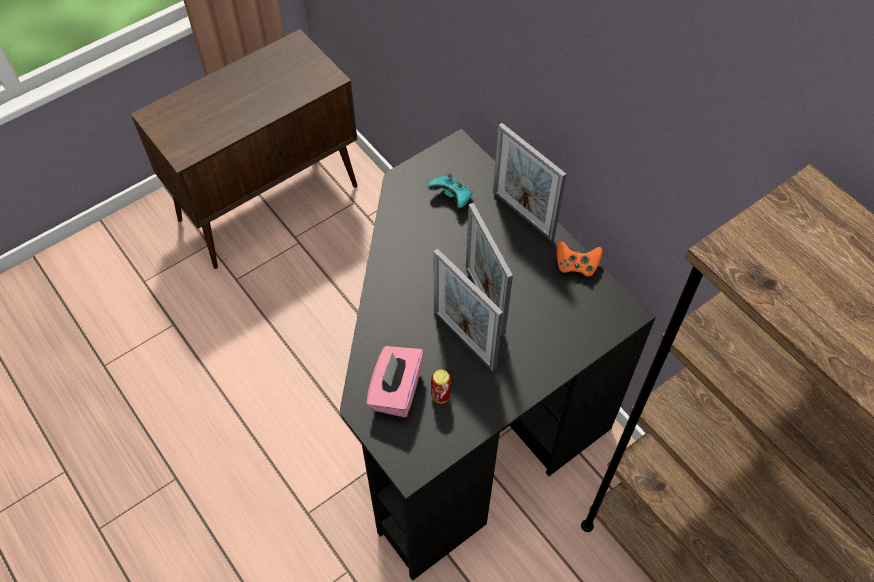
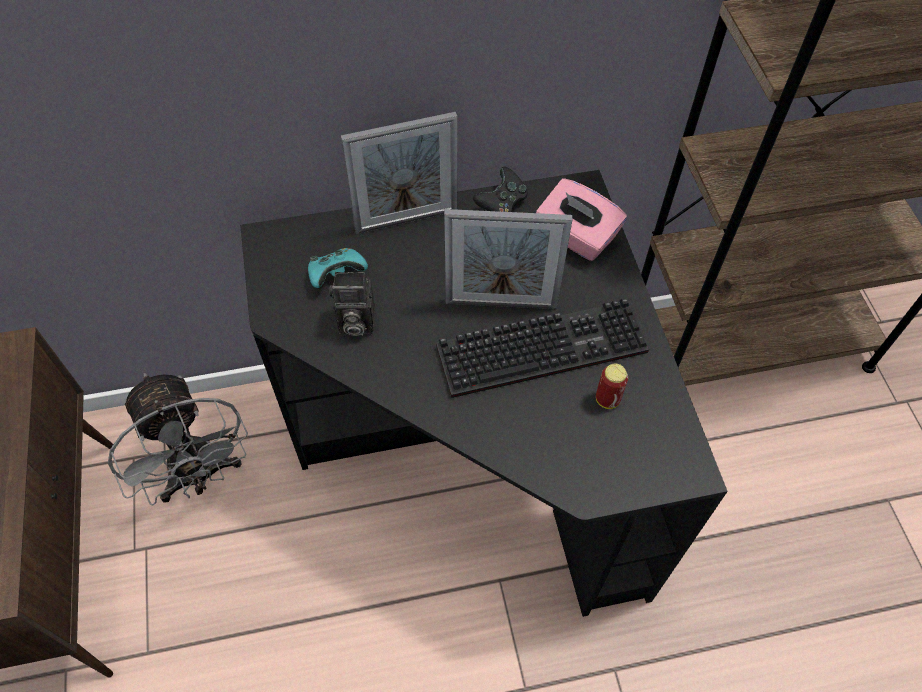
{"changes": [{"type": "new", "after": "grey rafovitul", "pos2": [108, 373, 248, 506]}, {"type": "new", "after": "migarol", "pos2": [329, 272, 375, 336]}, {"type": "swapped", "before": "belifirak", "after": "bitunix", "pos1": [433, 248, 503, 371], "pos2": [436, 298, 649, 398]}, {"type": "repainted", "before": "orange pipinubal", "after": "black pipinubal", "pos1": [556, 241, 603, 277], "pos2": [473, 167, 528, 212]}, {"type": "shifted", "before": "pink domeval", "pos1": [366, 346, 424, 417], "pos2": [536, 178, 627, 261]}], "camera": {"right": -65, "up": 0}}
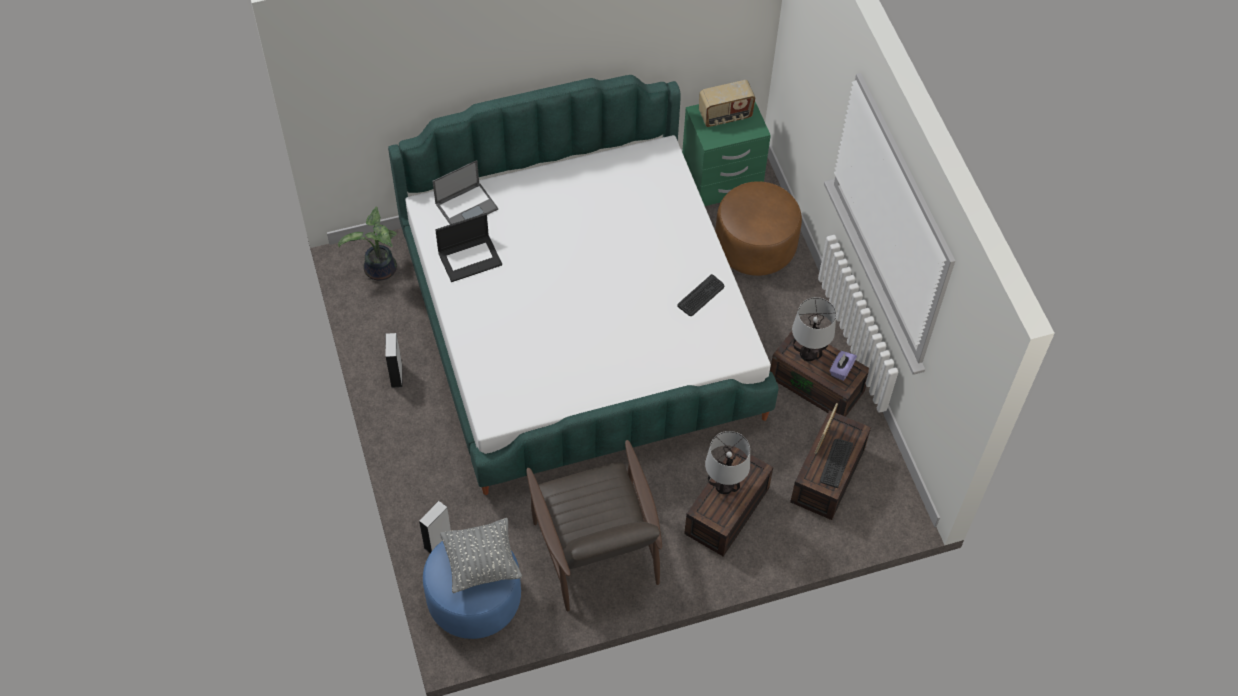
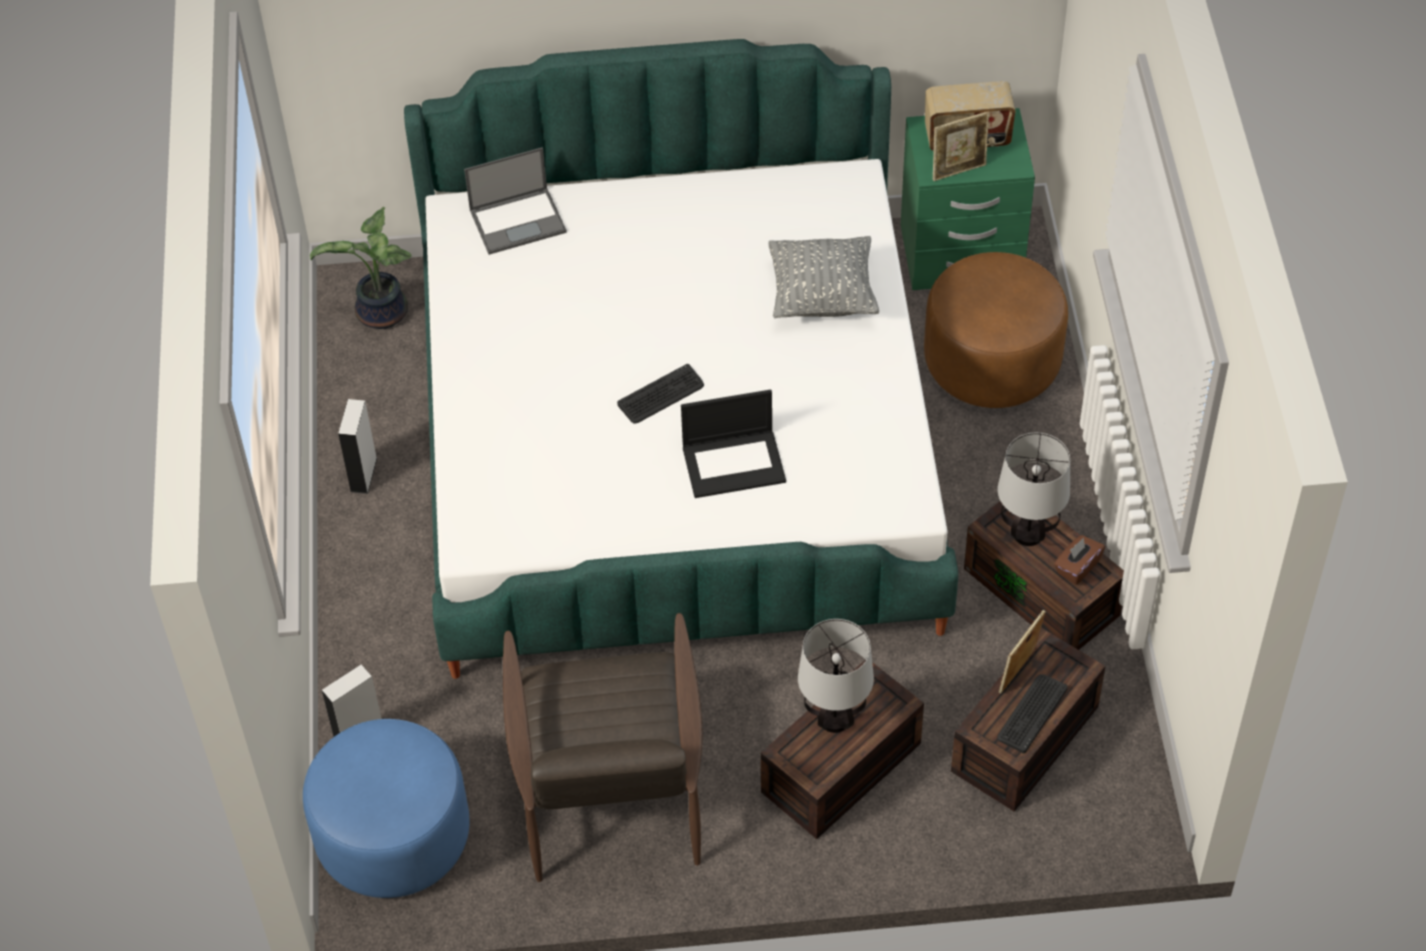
{"changes": [{"type": "shifted", "before": "bitunix", "pos1": [677, 274, 725, 316], "pos2": [617, 364, 704, 423]}, {"type": "shifted", "before": "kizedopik", "pos1": [435, 213, 502, 282], "pos2": [681, 389, 786, 498]}, {"type": "shifted", "before": "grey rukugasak", "pos1": [440, 518, 522, 593], "pos2": [769, 236, 879, 318]}, {"type": "new", "after": "belifirak", "pos2": [933, 111, 989, 181]}, {"type": "repainted", "before": "purple domeval", "after": "brown domeval", "pos1": [830, 351, 857, 381], "pos2": [1054, 535, 1105, 585]}], "camera": {"right": 15, "up": -5}}
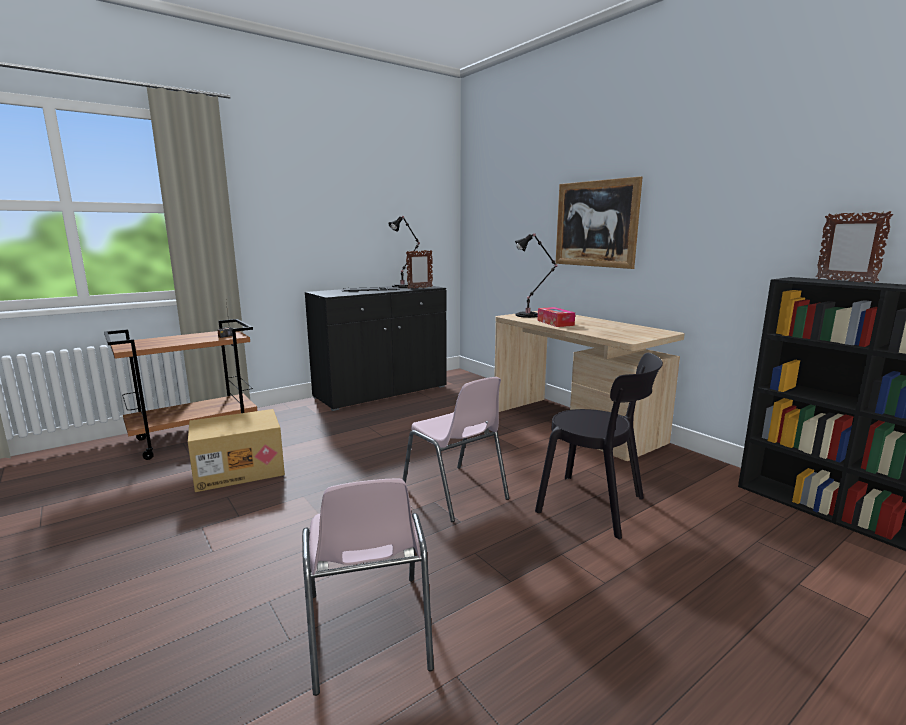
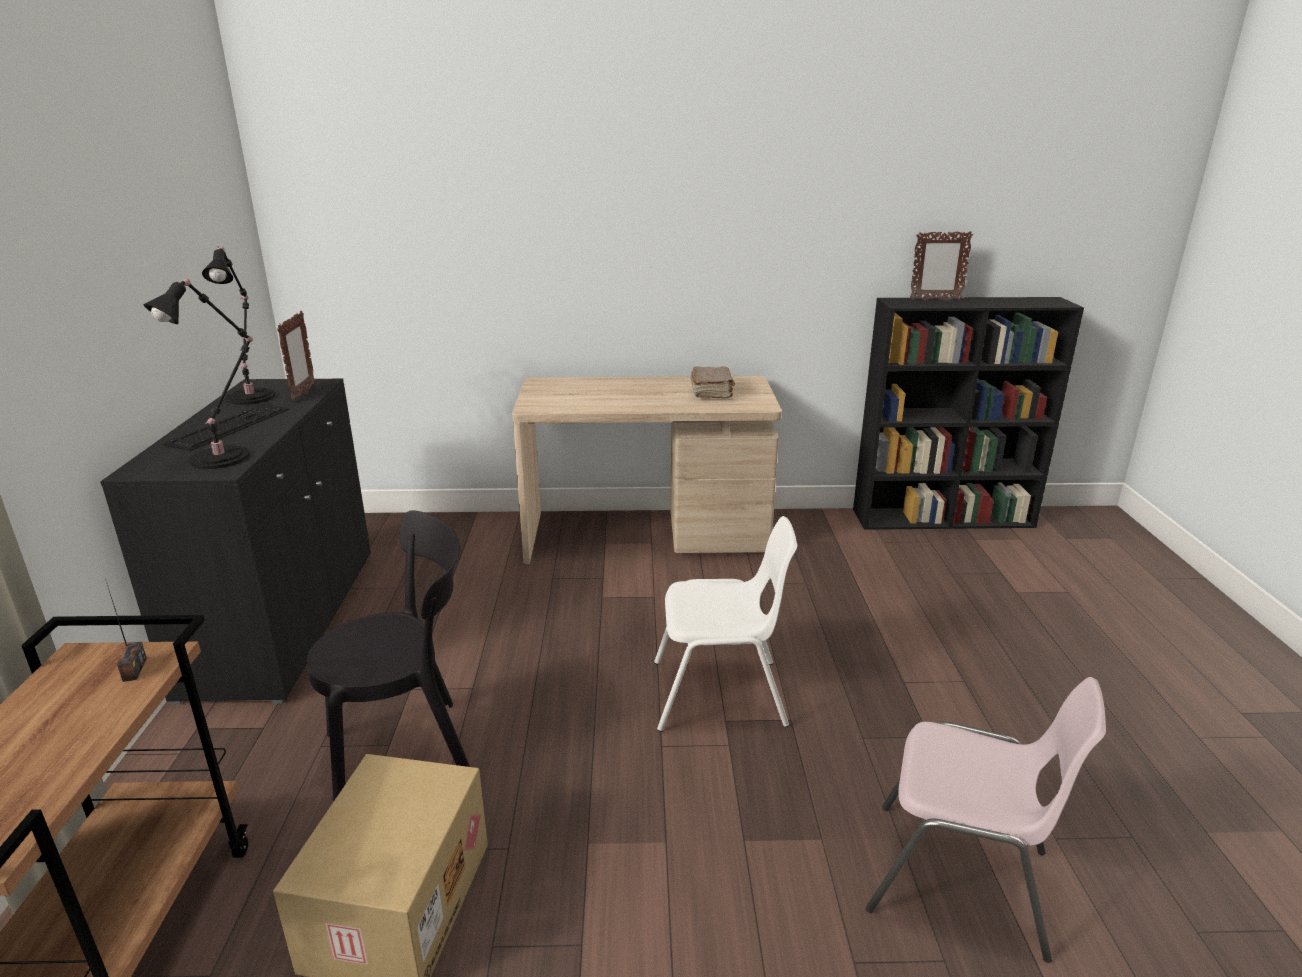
{"changes": [{"type": "shifted", "before": "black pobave", "pos1": [515, 233, 558, 318], "pos2": [143, 278, 253, 469]}, {"type": "shifted", "before": "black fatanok", "pos1": [535, 353, 663, 539], "pos2": [307, 510, 470, 802]}, {"type": "repainted", "before": "pink fatanok", "after": "white fatanok", "pos1": [402, 377, 509, 522], "pos2": [654, 516, 797, 732]}, {"type": "new", "after": "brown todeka", "pos2": [690, 366, 735, 399]}, {"type": "gone", "before": "domeval", "pos1": [537, 307, 575, 327]}, {"type": "gone", "before": "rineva", "pos1": [555, 176, 643, 269]}], "camera": {"right": -55, "up": 10}}
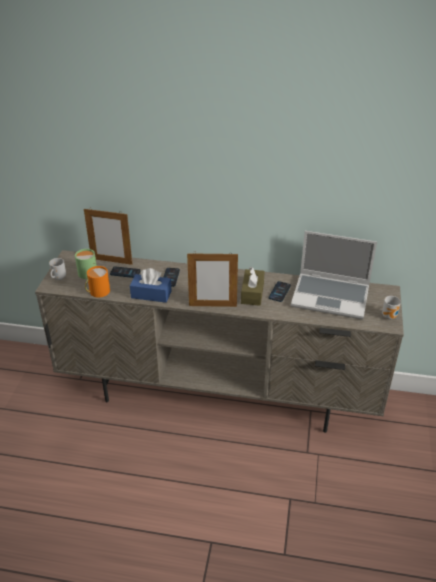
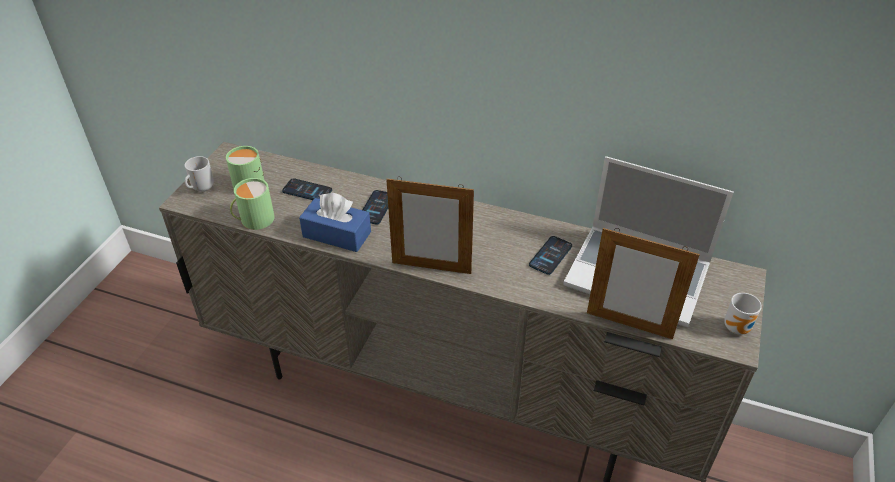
{"changes": [{"type": "repainted", "before": "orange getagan", "after": "green getagan", "pos1": [85, 266, 110, 298], "pos2": [230, 178, 275, 230]}, {"type": "shifted", "before": "belifirak", "pos1": [84, 209, 132, 265], "pos2": [587, 228, 700, 339]}, {"type": "gone", "before": "brown domeval", "pos1": [241, 267, 265, 306]}], "camera": {"right": 10, "up": 5}}
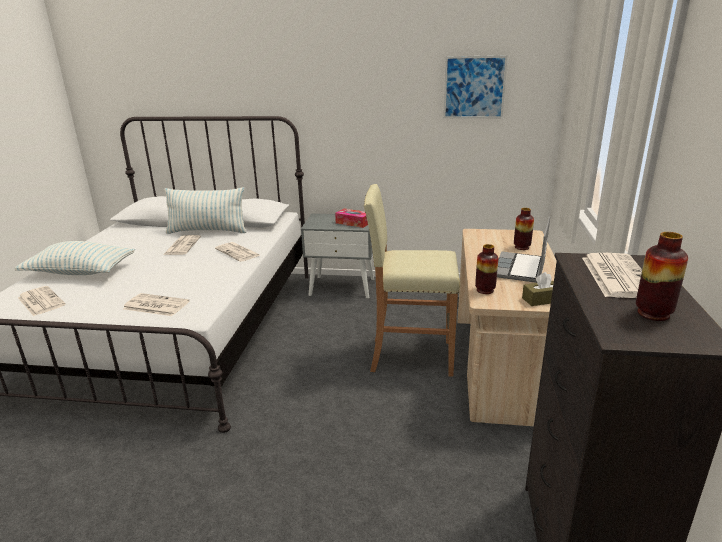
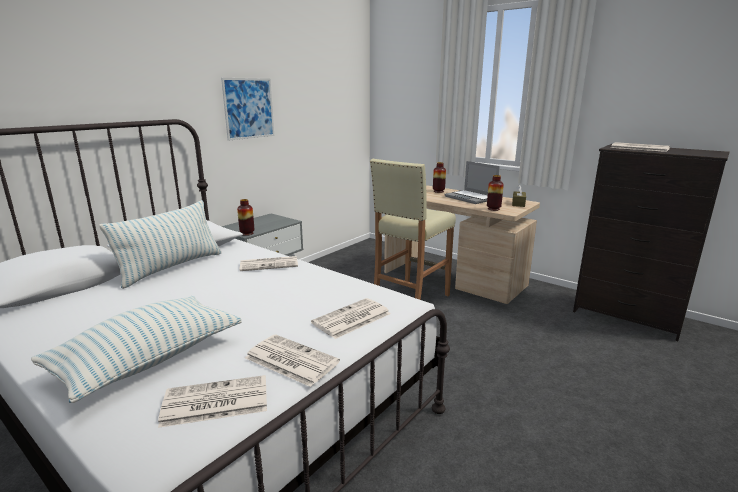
{"changes": [{"type": "shifted", "before": "rineva", "pos1": [443, 55, 508, 119], "pos2": [221, 78, 274, 141]}, {"type": "shifted", "before": "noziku", "pos1": [636, 232, 688, 321], "pos2": [237, 199, 254, 236]}, {"type": "shifted", "before": "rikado", "pos1": [163, 235, 201, 255], "pos2": [245, 334, 340, 387]}, {"type": "gone", "before": "domeval", "pos1": [335, 209, 368, 228]}], "camera": {"right": -60, "up": -5}}
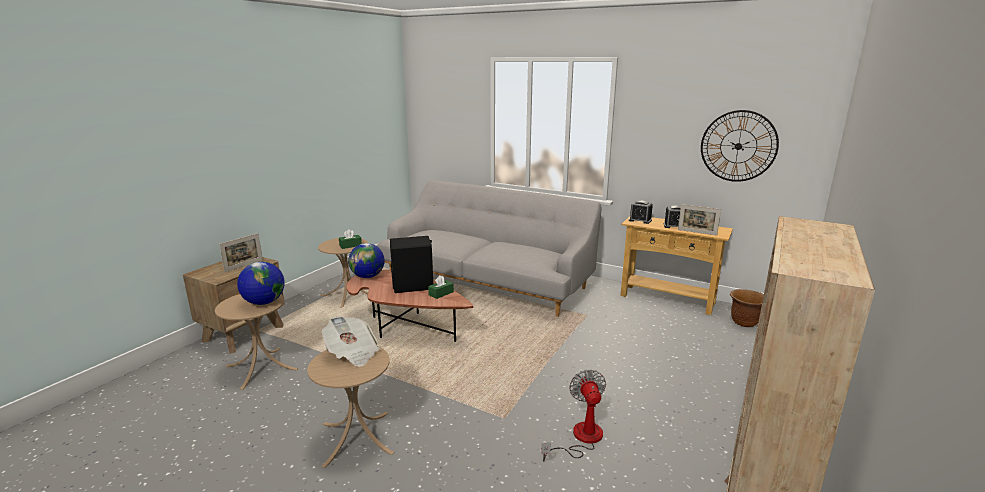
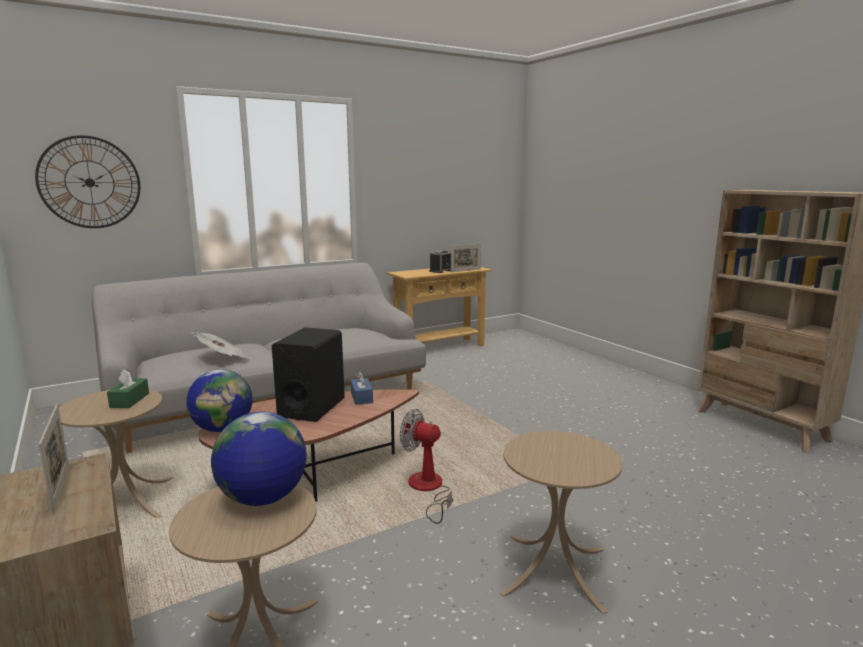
{"changes": [{"type": "shifted", "before": "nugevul", "pos1": [701, 110, 779, 182], "pos2": [35, 135, 140, 228]}, {"type": "shifted", "before": "rikado", "pos1": [322, 316, 380, 367], "pos2": [191, 332, 249, 358]}, {"type": "repainted", "before": "green domeval", "after": "blue domeval", "pos1": [428, 275, 454, 299], "pos2": [351, 371, 373, 405]}, {"type": "shifted", "before": "rafovitul", "pos1": [541, 369, 606, 462], "pos2": [400, 409, 453, 524]}, {"type": "gone", "before": "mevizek", "pos1": [629, 201, 653, 224]}, {"type": "gone", "before": "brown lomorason", "pos1": [730, 289, 764, 327]}], "camera": {"right": -60, "up": -5}}
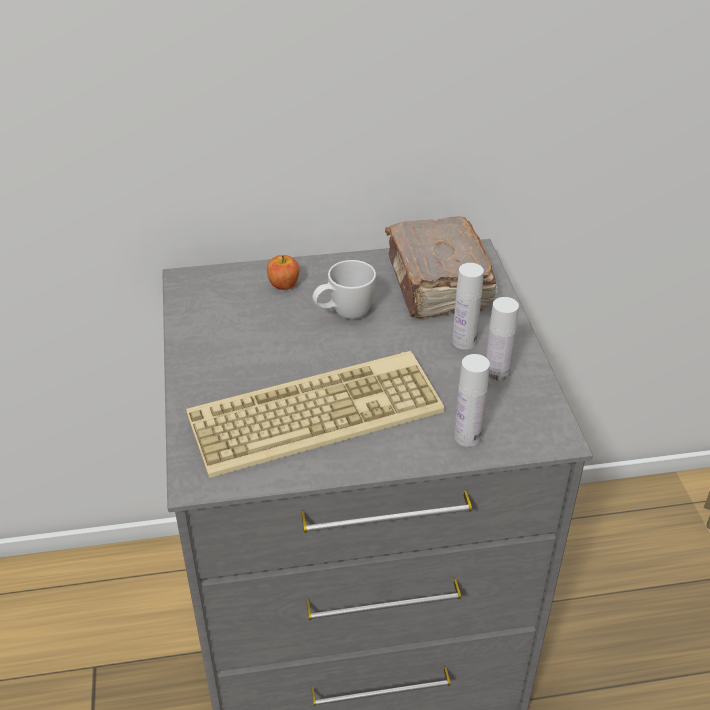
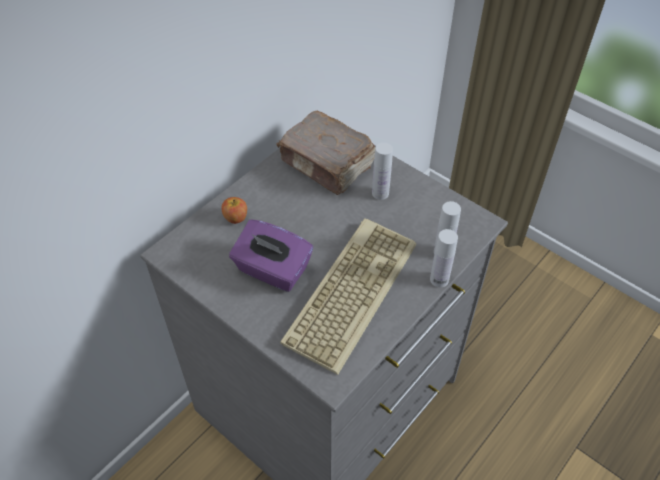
{"changes": [{"type": "new", "after": "purple domeval", "pos2": [229, 219, 313, 292]}, {"type": "shifted", "before": "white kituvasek", "pos1": [486, 297, 519, 386], "pos2": [430, 229, 458, 287]}, {"type": "gone", "before": "white getagan", "pos1": [313, 260, 376, 319]}], "camera": {"right": -40, "up": 10}}
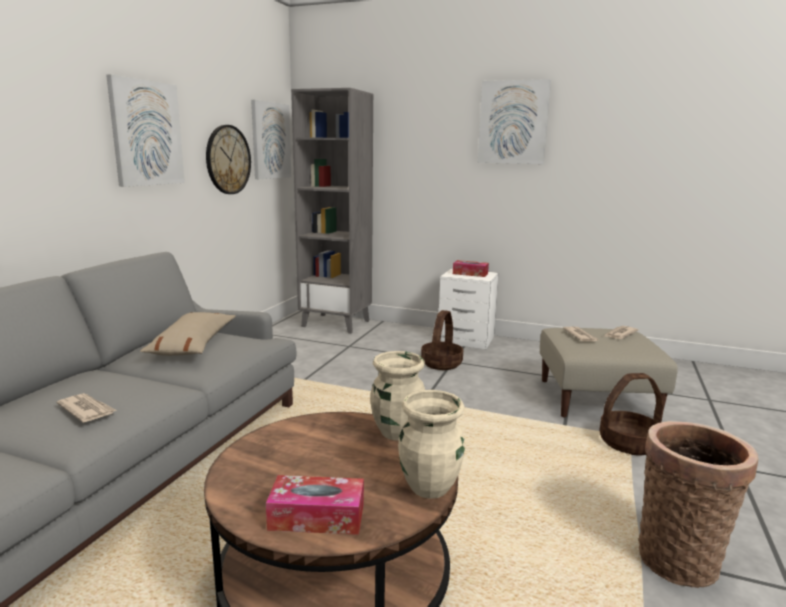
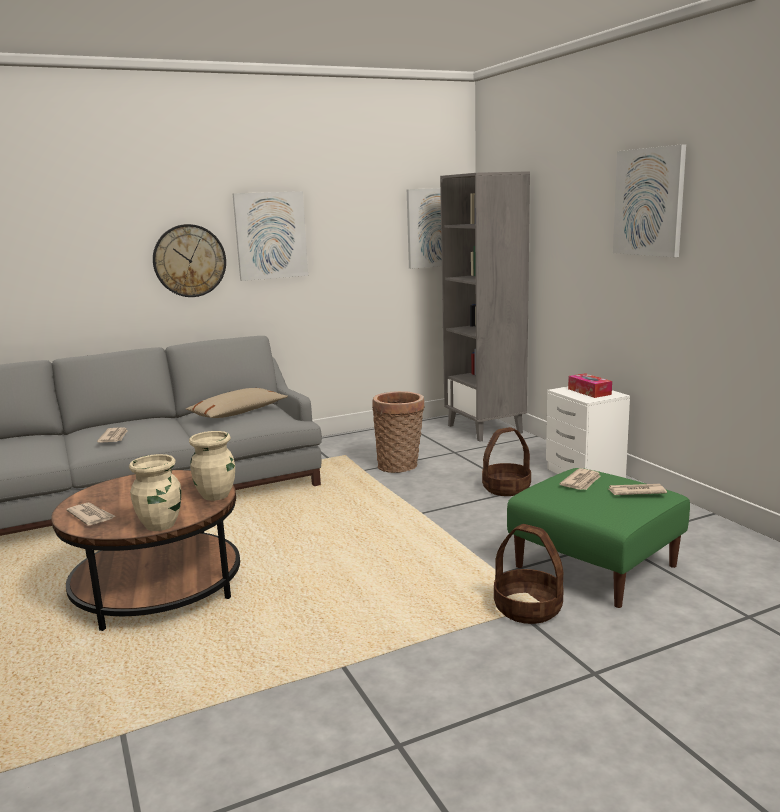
{"changes": [{"type": "swapped", "before": "domeval", "after": "rikado", "pos1": [266, 475, 364, 535], "pos2": [66, 502, 116, 526]}, {"type": "shifted", "before": "nugevul", "pos1": [206, 125, 251, 194], "pos2": [153, 224, 226, 297]}, {"type": "shifted", "before": "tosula", "pos1": [638, 421, 758, 588], "pos2": [372, 391, 425, 473]}, {"type": "repainted", "before": "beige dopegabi", "after": "green dopegabi", "pos1": [540, 328, 678, 418], "pos2": [507, 468, 690, 608]}], "camera": {"right": 45, "up": 0}}
